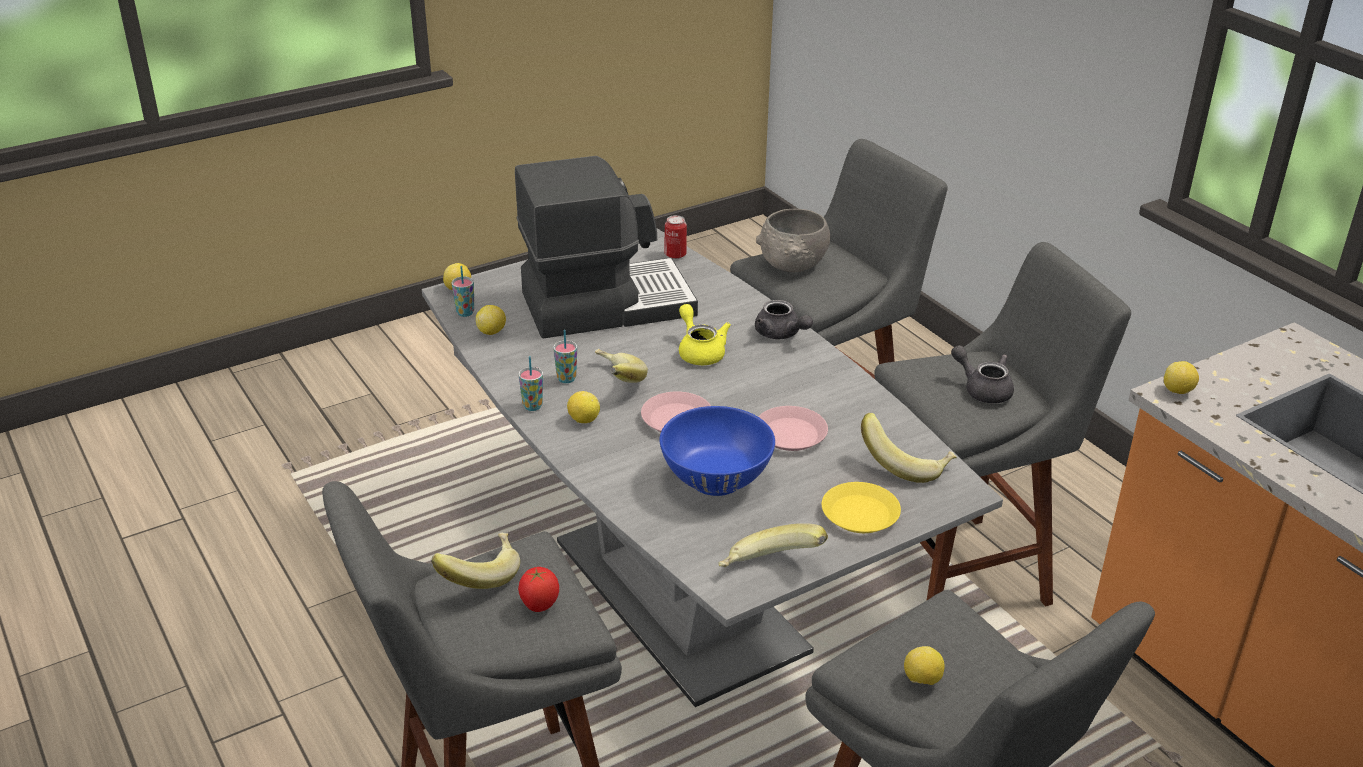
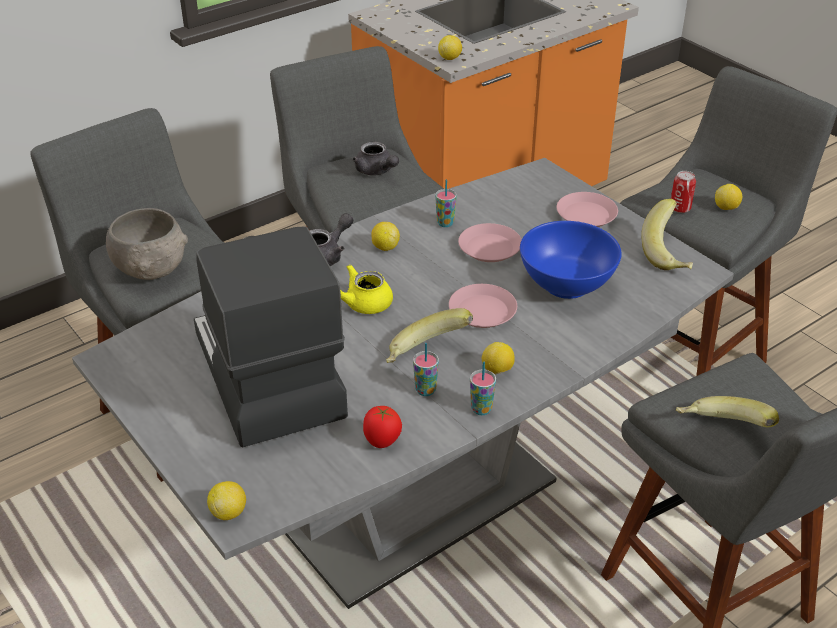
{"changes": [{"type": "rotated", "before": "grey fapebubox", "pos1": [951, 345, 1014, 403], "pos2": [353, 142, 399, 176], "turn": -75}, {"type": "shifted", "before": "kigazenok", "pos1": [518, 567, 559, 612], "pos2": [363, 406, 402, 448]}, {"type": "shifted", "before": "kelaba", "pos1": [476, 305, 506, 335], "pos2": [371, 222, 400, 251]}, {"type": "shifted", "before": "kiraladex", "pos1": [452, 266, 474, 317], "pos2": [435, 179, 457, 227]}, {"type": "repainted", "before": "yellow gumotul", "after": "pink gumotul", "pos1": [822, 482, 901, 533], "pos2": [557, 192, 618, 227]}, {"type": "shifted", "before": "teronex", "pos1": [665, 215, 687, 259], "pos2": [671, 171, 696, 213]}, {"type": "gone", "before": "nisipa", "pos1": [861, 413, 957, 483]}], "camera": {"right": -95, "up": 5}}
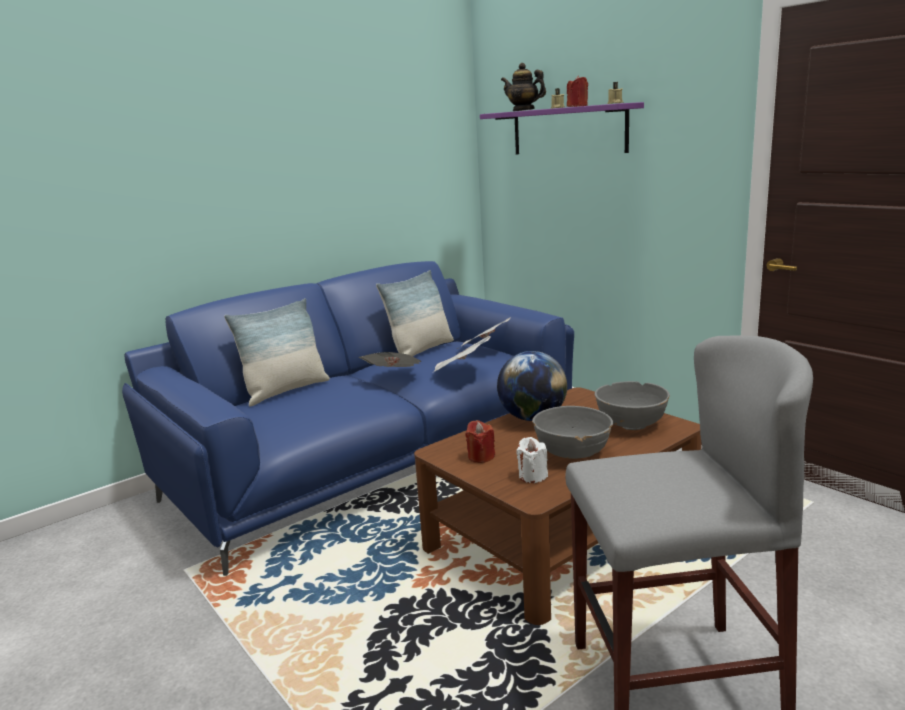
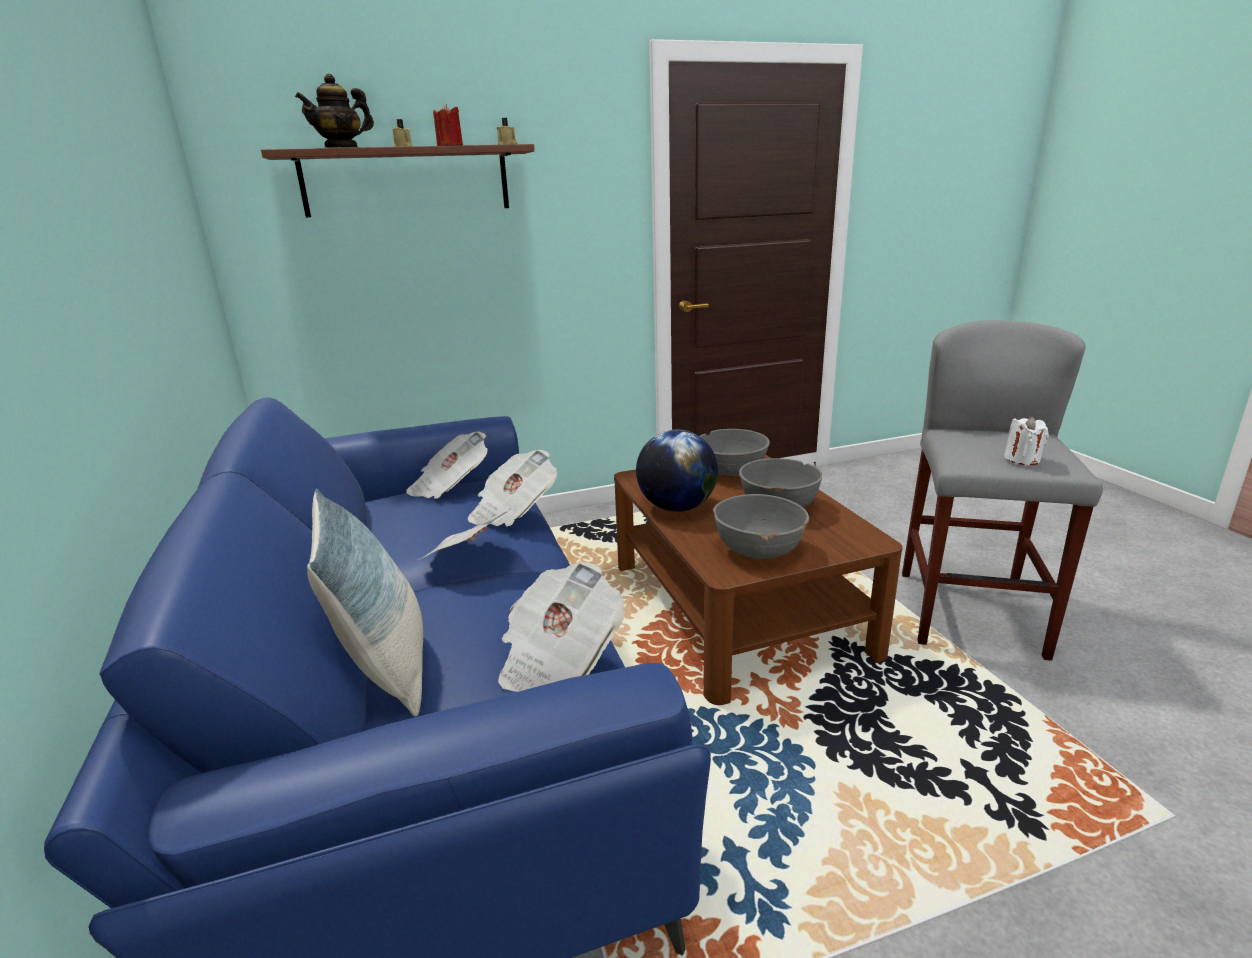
{"changes": [{"type": "repainted", "before": "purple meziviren", "after": "brown meziviren", "pos1": [480, 102, 644, 154], "pos2": [261, 144, 535, 217]}, {"type": "new", "after": "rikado", "pos2": [498, 562, 625, 692]}, {"type": "swapped", "before": "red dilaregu", "after": "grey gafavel", "pos1": [466, 420, 495, 463], "pos2": [713, 494, 809, 559]}, {"type": "shifted", "before": "white dilaregu", "pos1": [516, 437, 548, 483], "pos2": [1004, 416, 1049, 465]}, {"type": "gone", "before": "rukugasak", "pos1": [376, 270, 454, 357]}], "camera": {"right": -70, "up": 5}}
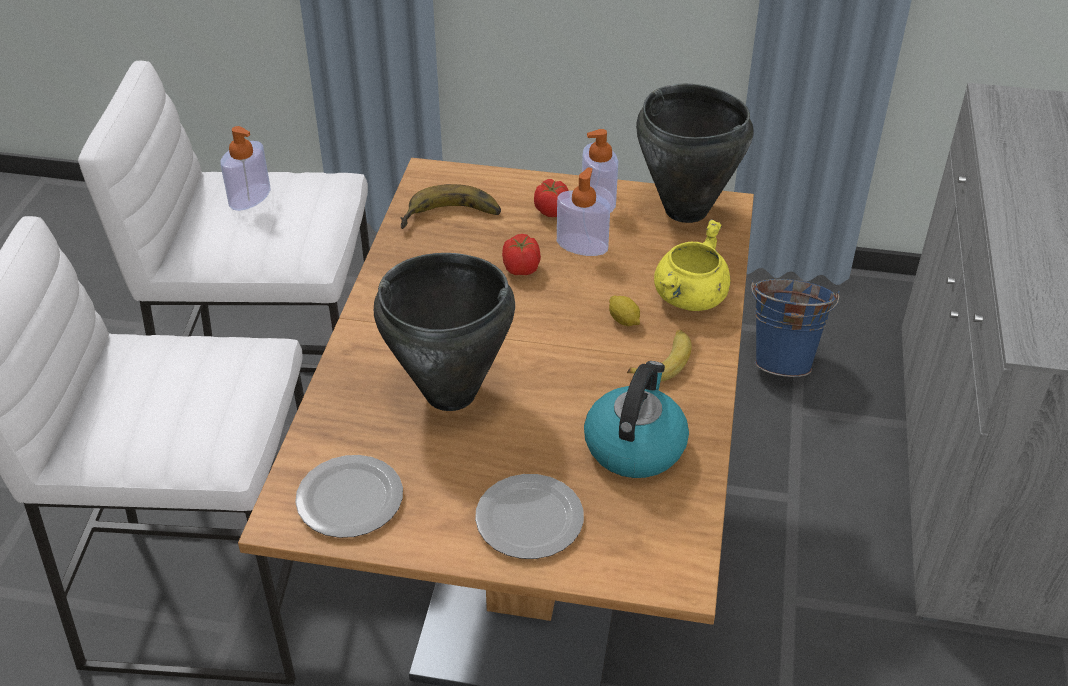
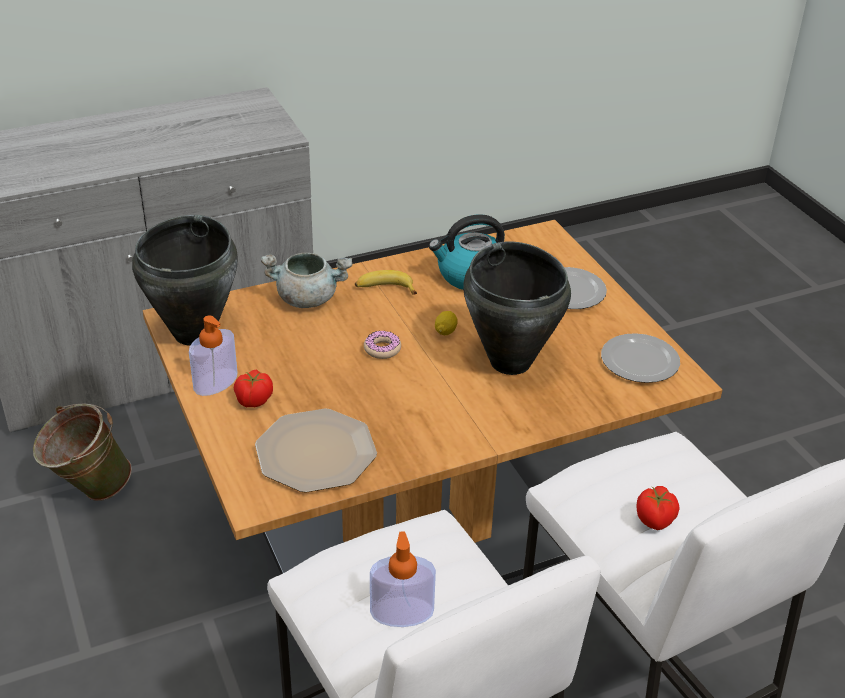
{"changes": [{"type": "repainted", "before": "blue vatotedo", "after": "green vatotedo", "pos1": [751, 279, 839, 377], "pos2": [33, 403, 132, 501]}, {"type": "swapped", "before": "nisipa", "after": "gumotul", "pos1": [400, 184, 501, 229], "pos2": [255, 408, 377, 493]}, {"type": "repainted", "before": "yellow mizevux", "after": "grey mizevux", "pos1": [654, 219, 730, 311], "pos2": [261, 253, 353, 308]}, {"type": "new", "after": "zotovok", "pos2": [364, 331, 401, 359]}, {"type": "shifted", "before": "kelaba", "pos1": [609, 296, 640, 327], "pos2": [435, 311, 457, 335]}, {"type": "shifted", "before": "kigazenok", "pos1": [502, 234, 541, 275], "pos2": [636, 486, 679, 530]}, {"type": "gone", "before": "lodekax", "pos1": [557, 167, 611, 256]}], "camera": {"right": -125, "up": -5}}
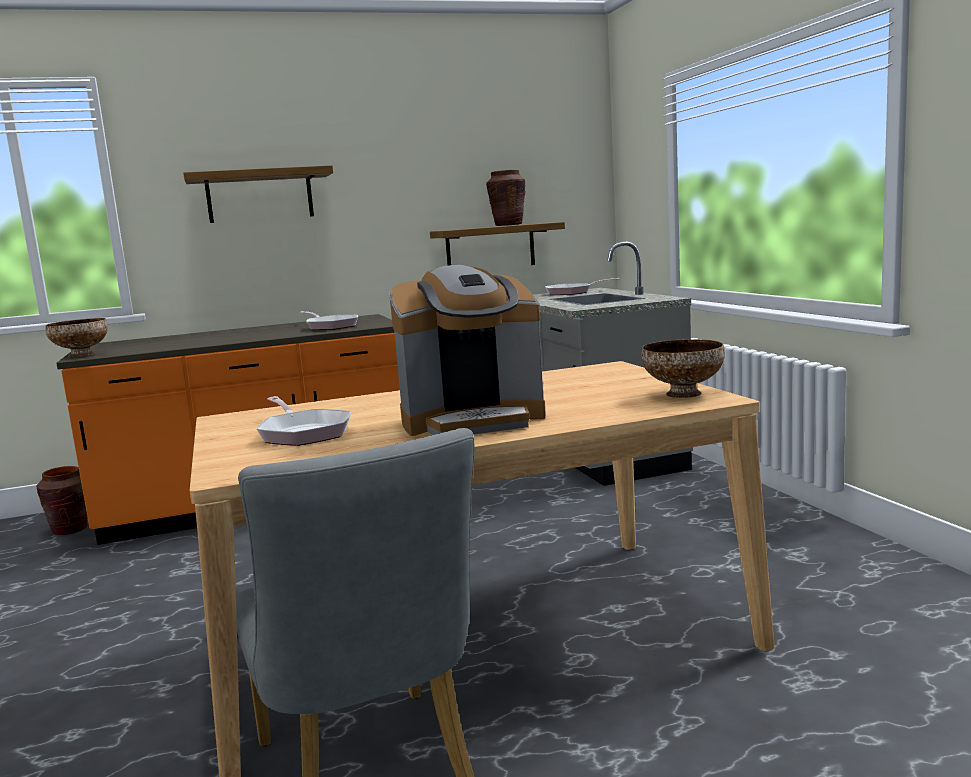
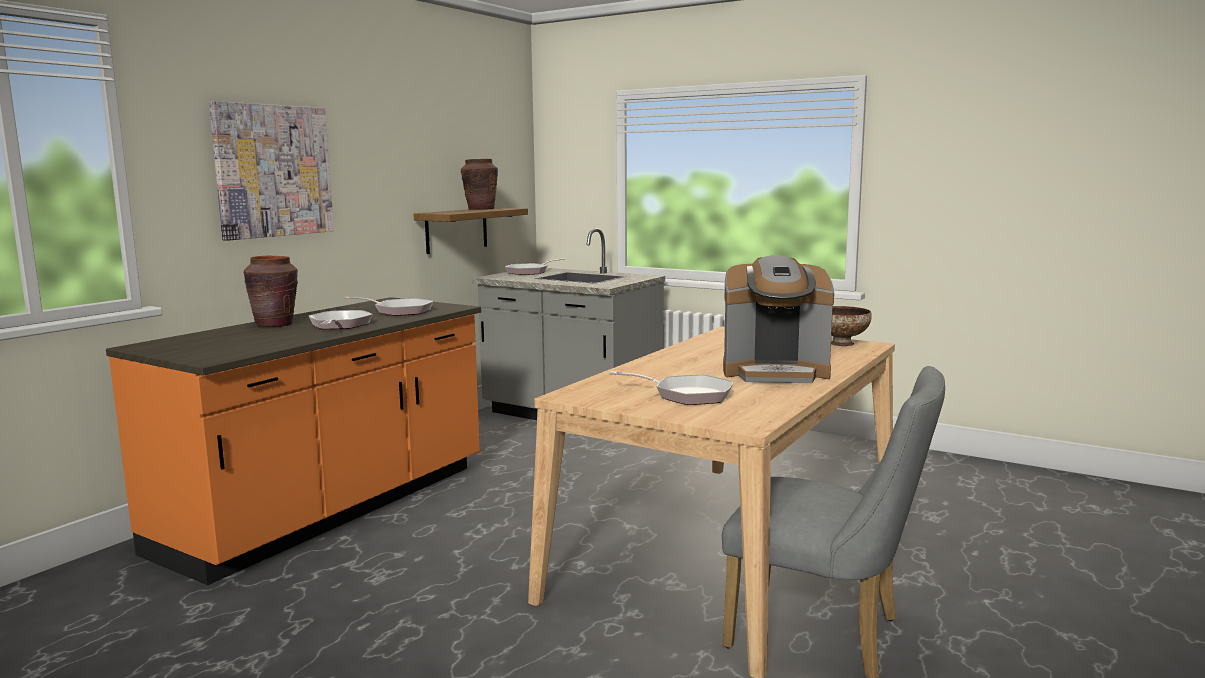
{"changes": [{"type": "swapped", "before": "meziviren", "after": "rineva", "pos1": [183, 165, 333, 223], "pos2": [209, 101, 334, 241]}, {"type": "shifted", "before": "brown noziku", "pos1": [36, 466, 87, 535], "pos2": [244, 256, 298, 327]}, {"type": "new", "after": "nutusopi", "pos2": [309, 310, 373, 329]}, {"type": "rotated", "before": "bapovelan", "pos1": [389, 265, 546, 436], "pos2": [723, 255, 834, 383], "turn": 60}, {"type": "gone", "before": "gafavel", "pos1": [45, 318, 108, 358]}], "camera": {"right": -40, "up": 0}}
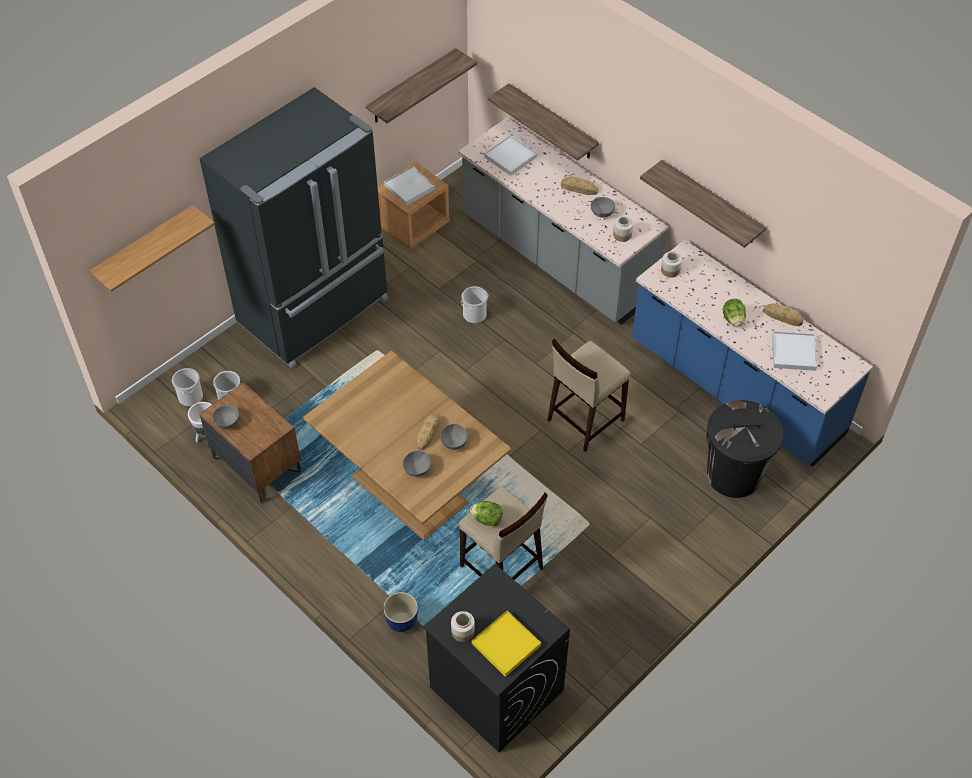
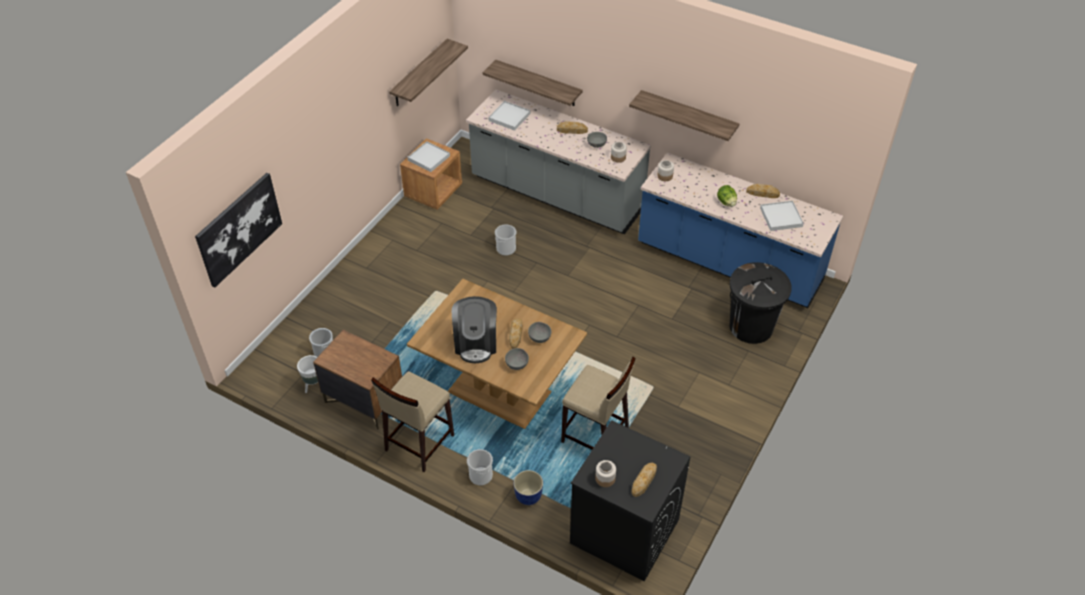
{"changes": [{"type": "swapped", "before": "meziviren", "after": "rineva", "pos1": [89, 205, 215, 292], "pos2": [195, 173, 282, 287]}, {"type": "shifted", "before": "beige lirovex", "pos1": [548, 339, 631, 452], "pos2": [371, 371, 454, 472]}, {"type": "new", "after": "bapovelan", "pos2": [452, 296, 497, 363]}, {"type": "shifted", "before": "vatotedo", "pos1": [172, 368, 203, 407], "pos2": [467, 449, 493, 485]}, {"type": "swapped", "before": "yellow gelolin", "after": "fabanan", "pos1": [472, 611, 541, 677], "pos2": [631, 462, 657, 497]}, {"type": "gone", "before": "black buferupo", "pos1": [199, 87, 388, 369]}, {"type": "gone", "before": "grey gafavel", "pos1": [212, 405, 239, 429]}, {"type": "gone", "before": "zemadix", "pos1": [470, 501, 502, 526]}], "camera": {"right": -15, "up": -5}}
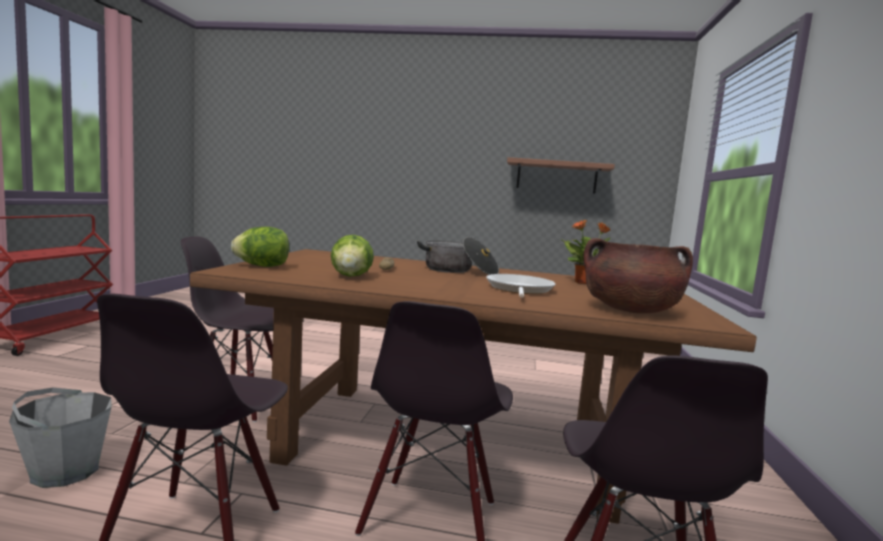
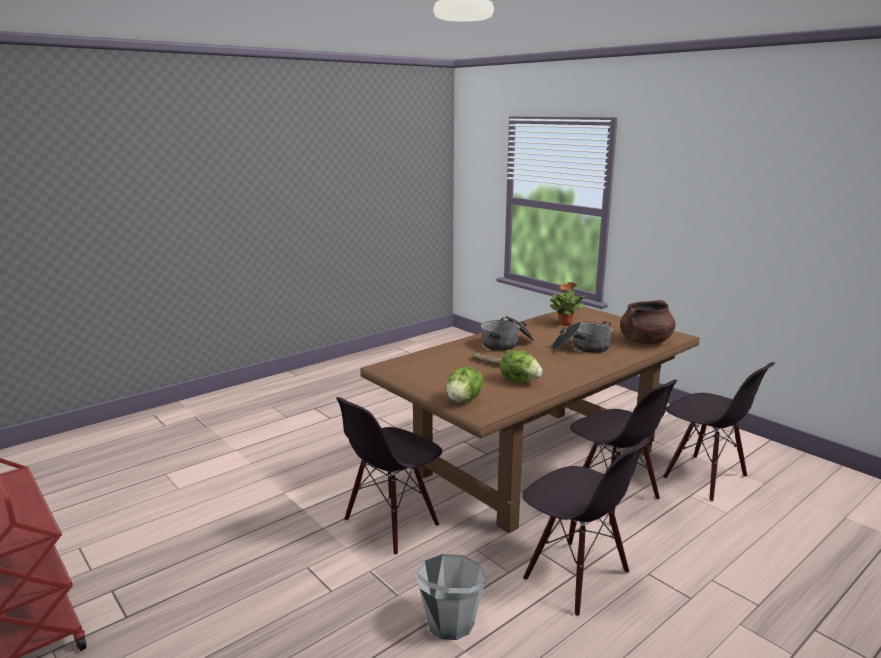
{"changes": [{"type": "swapped", "before": "nutusopi", "after": "mizevux", "pos1": [486, 274, 555, 298], "pos2": [552, 321, 613, 353]}, {"type": "gone", "before": "meziviren", "pos1": [507, 157, 615, 194]}], "camera": {"right": -50, "up": 10}}
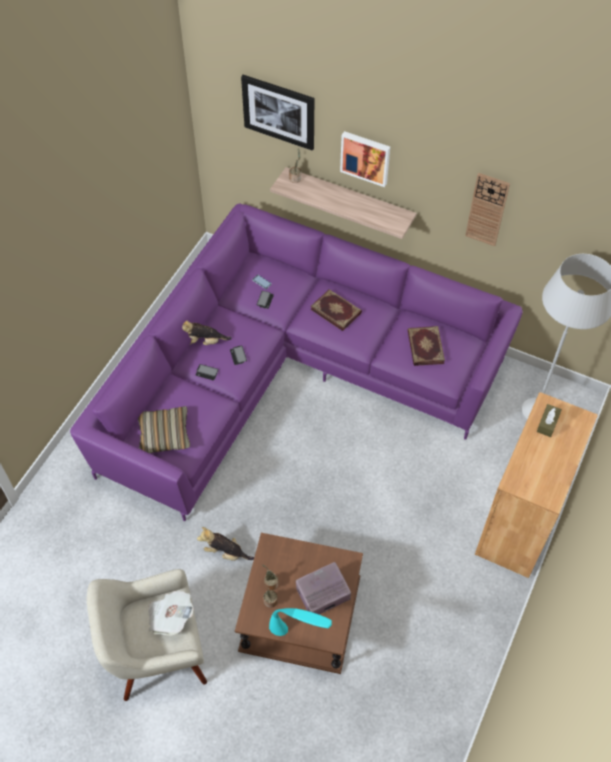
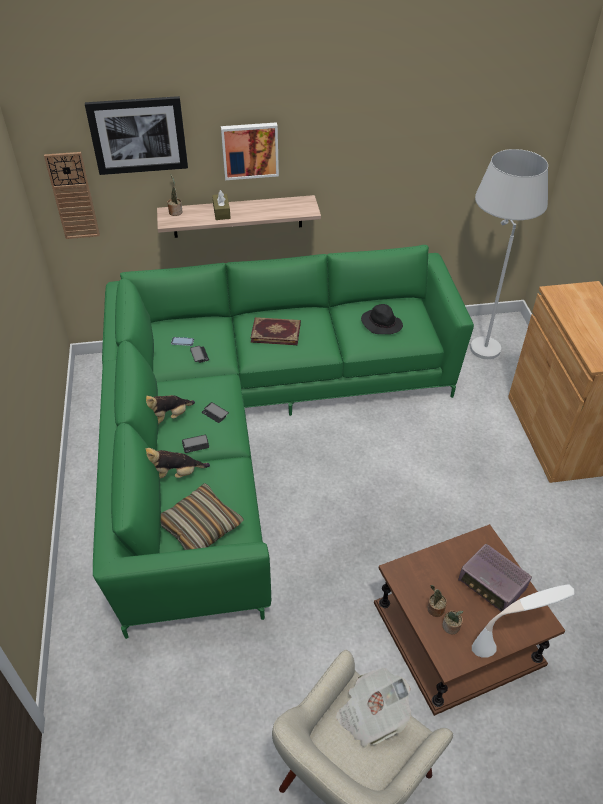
{"changes": [{"type": "shifted", "before": "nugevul", "pos1": [465, 173, 510, 246], "pos2": [44, 152, 100, 239]}, {"type": "repainted", "before": "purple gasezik", "after": "green gasezik", "pos1": [70, 204, 523, 521], "pos2": [93, 245, 474, 639]}, {"type": "shifted", "before": "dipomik", "pos1": [197, 527, 254, 561], "pos2": [146, 448, 210, 479]}, {"type": "shifted", "before": "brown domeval", "pos1": [537, 404, 562, 437], "pos2": [212, 190, 231, 220]}, {"type": "swapped", "before": "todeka", "after": "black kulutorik", "pos1": [408, 326, 445, 366], "pos2": [361, 304, 403, 334]}, {"type": "rotated", "before": "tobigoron", "pos1": [296, 562, 351, 614], "pos2": [458, 544, 532, 612], "turn": -75}, {"type": "repainted", "before": "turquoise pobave", "after": "white pobave", "pos1": [269, 608, 332, 636], "pos2": [472, 584, 574, 658]}], "camera": {"right": -35, "up": -10}}
